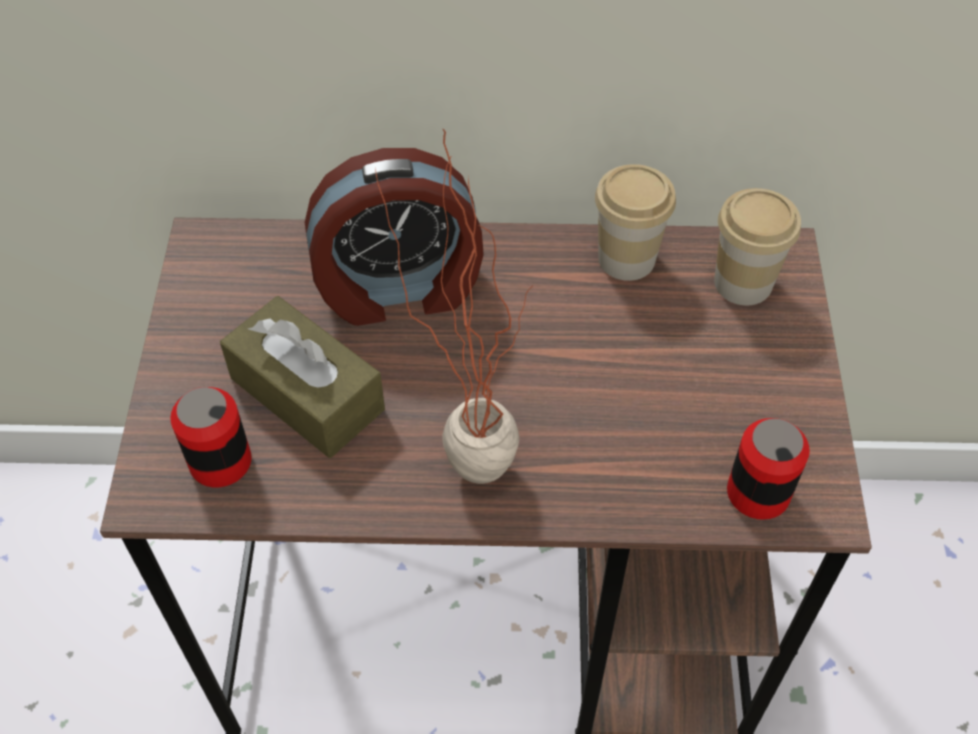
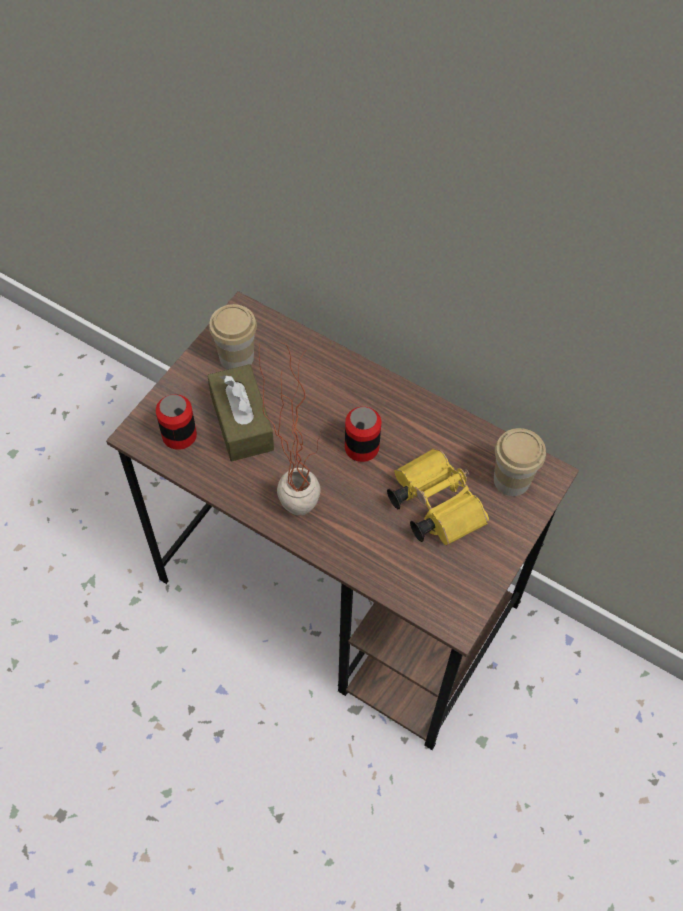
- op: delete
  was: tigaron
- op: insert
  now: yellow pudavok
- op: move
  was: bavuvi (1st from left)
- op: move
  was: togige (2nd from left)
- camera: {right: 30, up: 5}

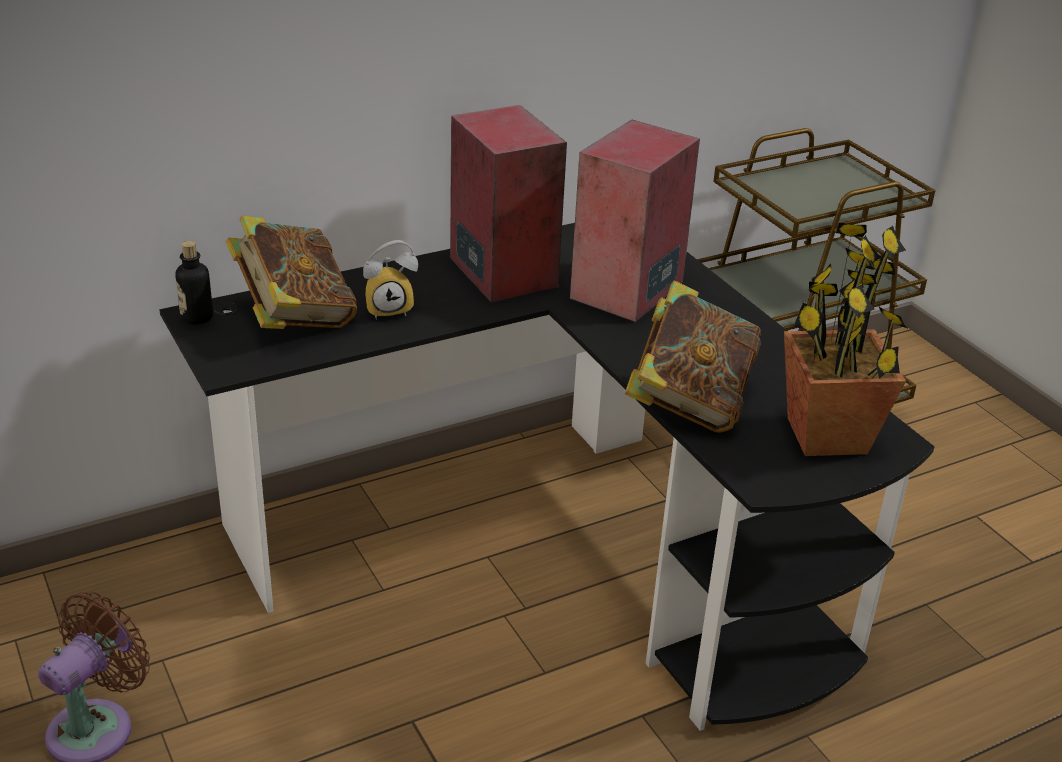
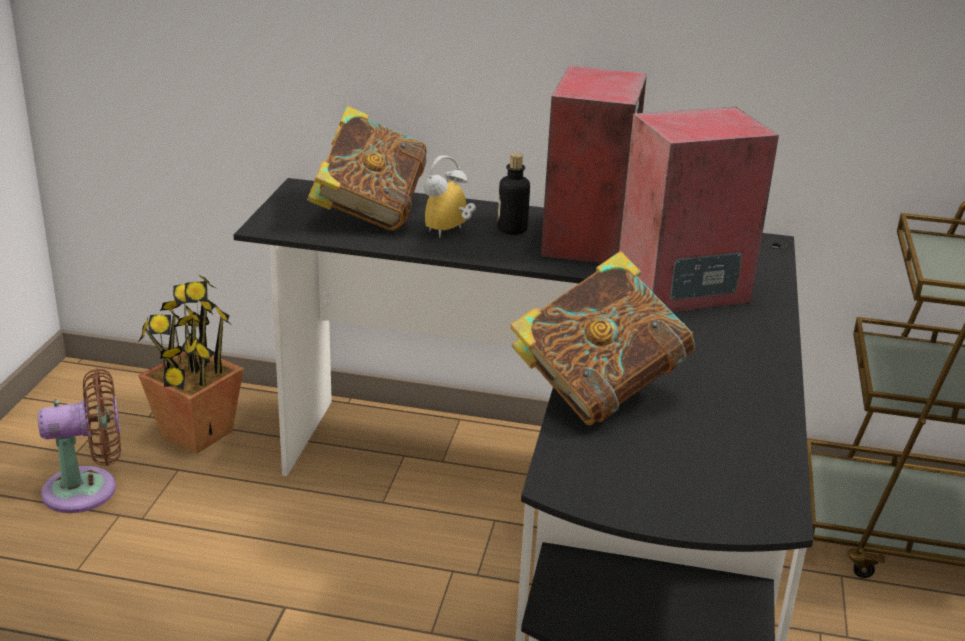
- op: move
  was: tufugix
- op: move
  was: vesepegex
- op: rotate
  was: tigaron
  clockwise: 105
- camera: {right: 40, up: -5}

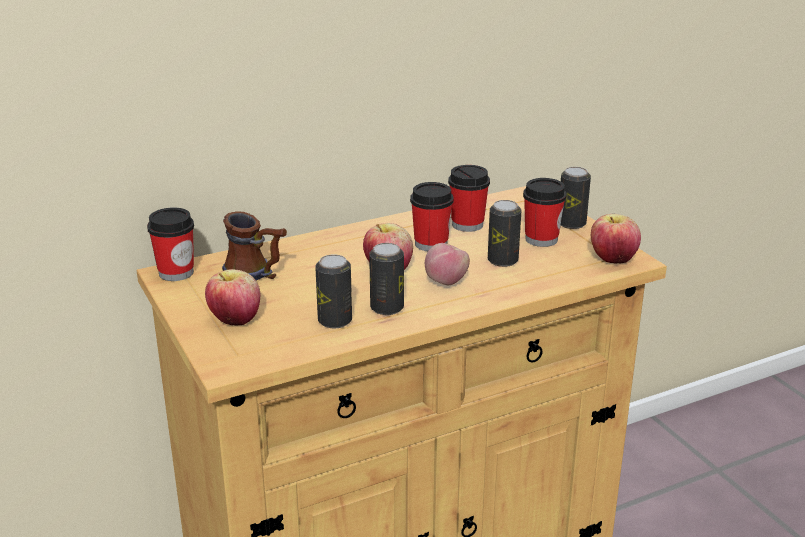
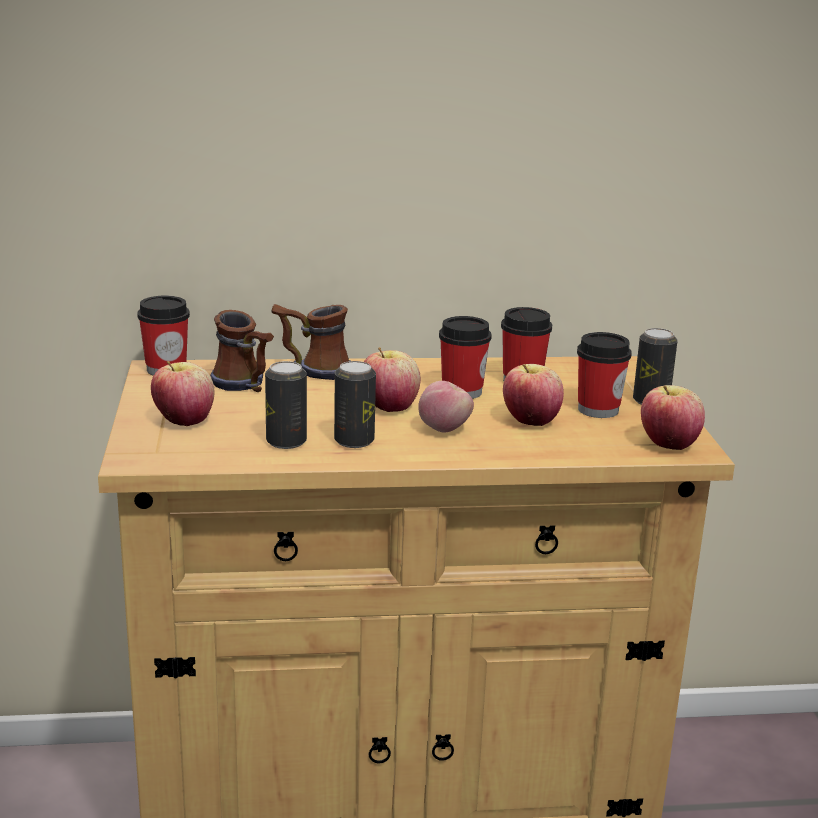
- op: insert
  now: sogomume (2nd from left)
- op: replace
  was: togige (3rd from left)
  now: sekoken (4th from left)
- camera: {right: 20, up: -5}

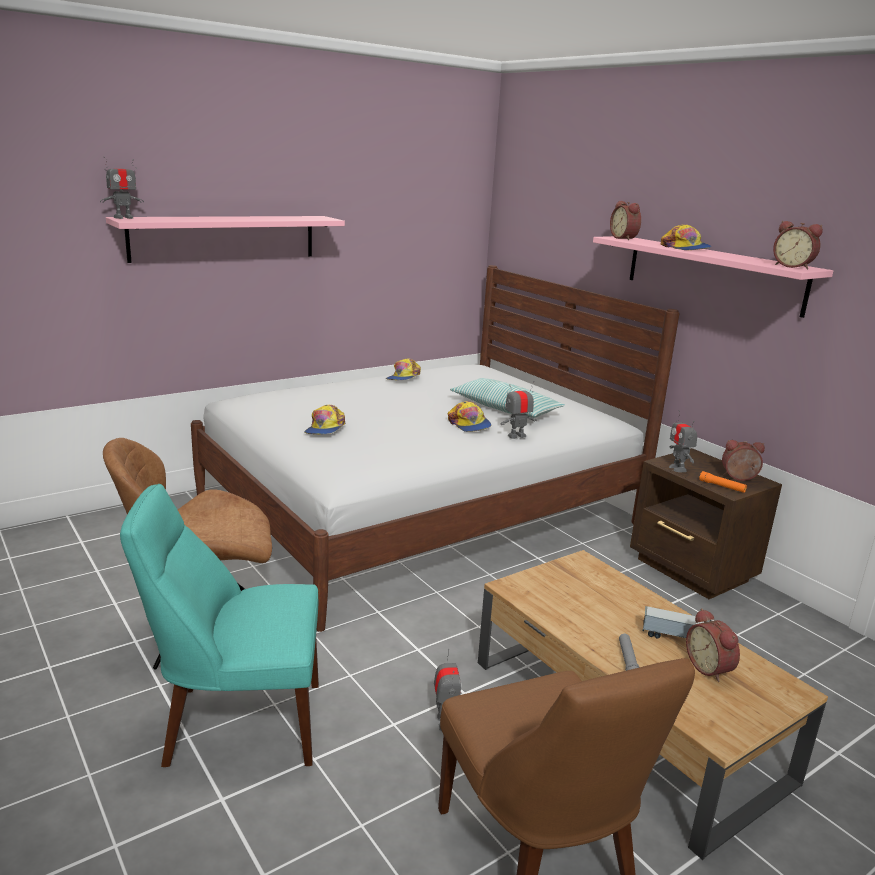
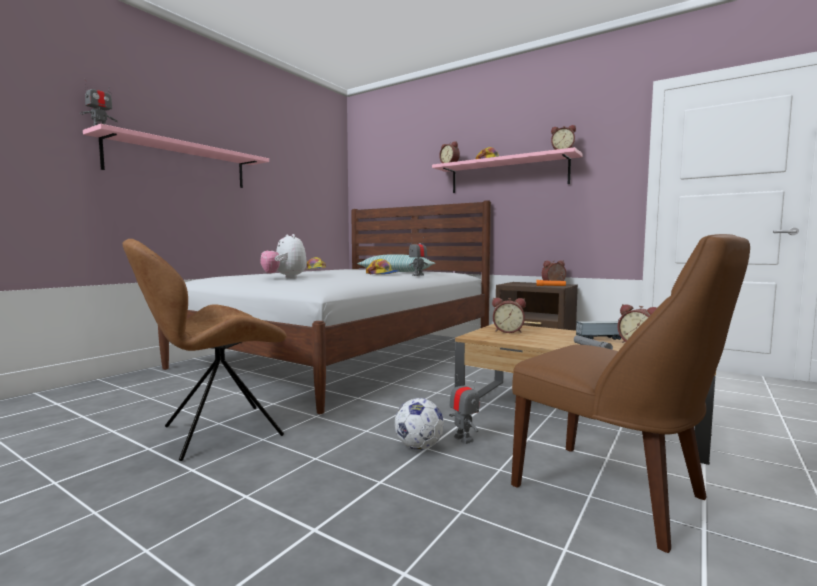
- op: delete
  was: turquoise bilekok
- op: delete
  was: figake (4th from left)
- op: insert
  now: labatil
- op: insert
  now: tigaron (2nd from left)
- op: replace
  was: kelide (1st from left)
  now: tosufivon
- camera: {right: -20, up: -15}

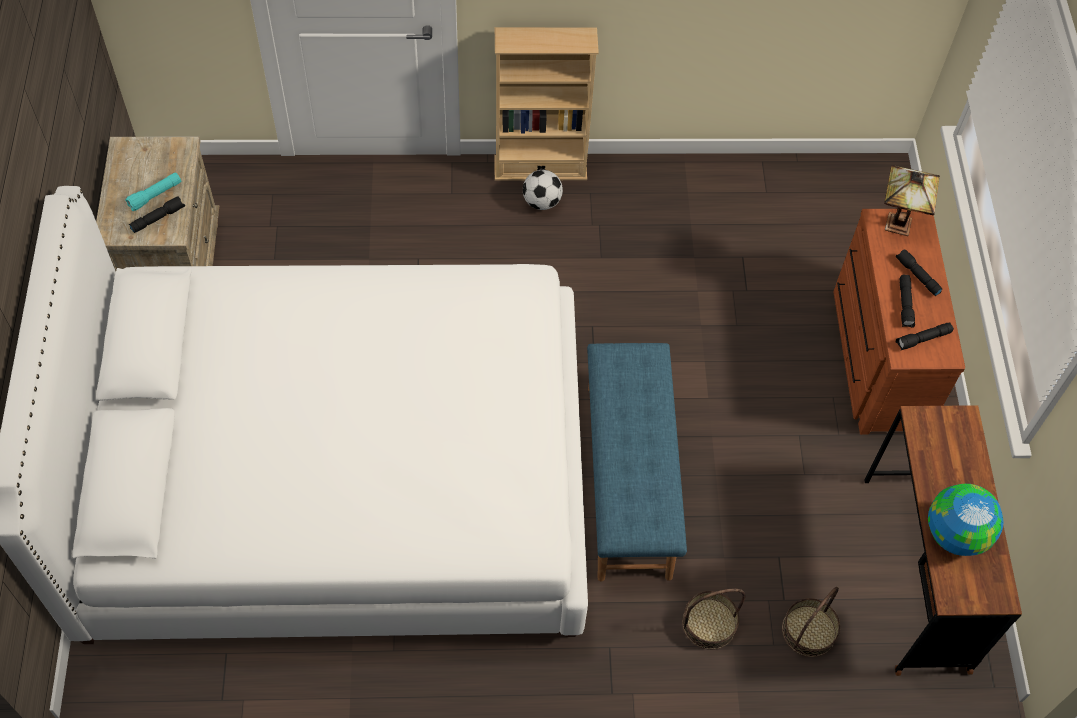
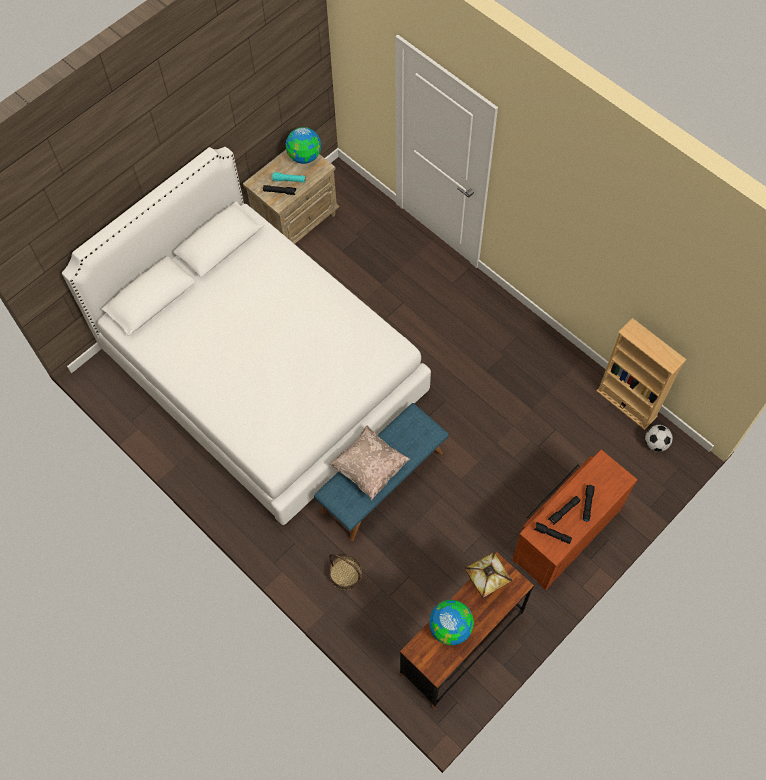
- op: delete
  was: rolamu (2nd from left)
- op: insert
  now: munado (1st from left)
- op: insert
  now: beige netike
- op: move
  was: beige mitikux
- op: move
  was: labatil
- op: move
  was: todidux
- camera: {right: 50, up: 5}

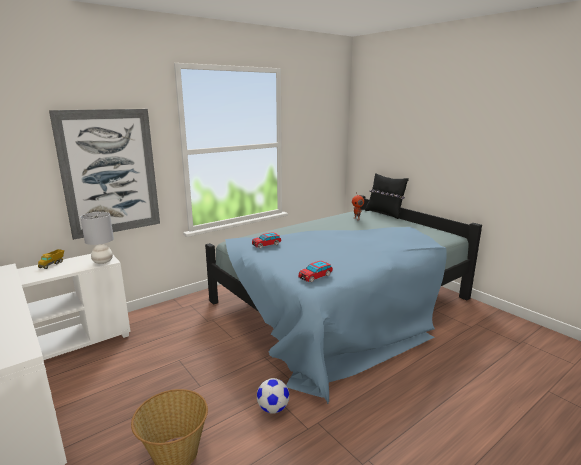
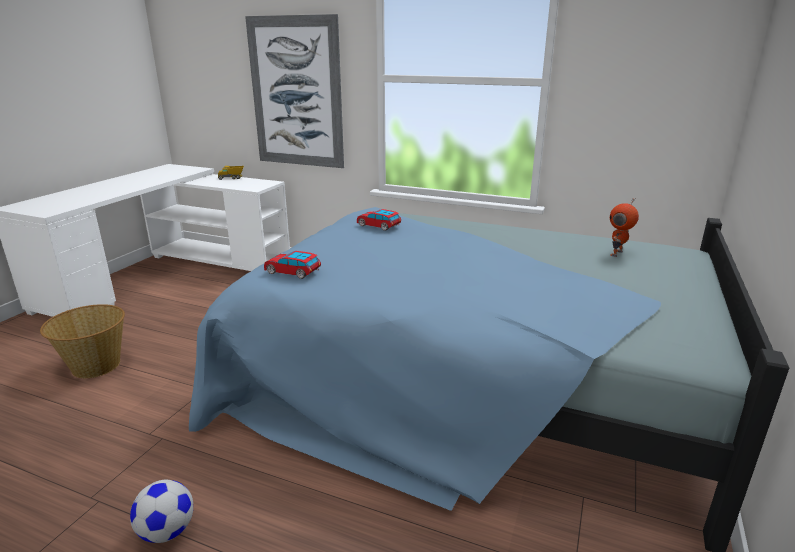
- op: delete
  was: grey todidux
- op: delete
  was: black netike
- op: move
  was: labatil
- camera: {right: 60, up: 5}

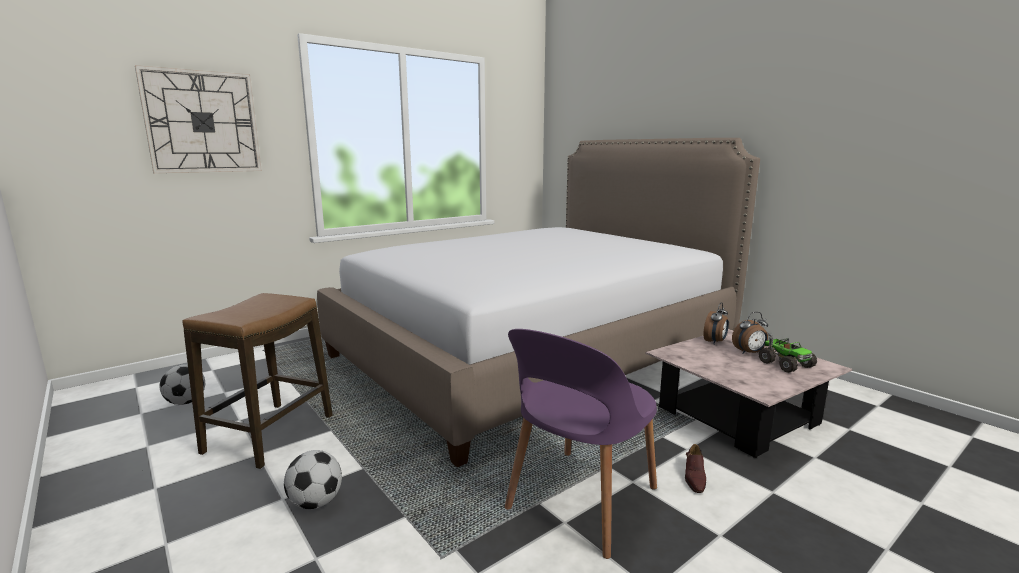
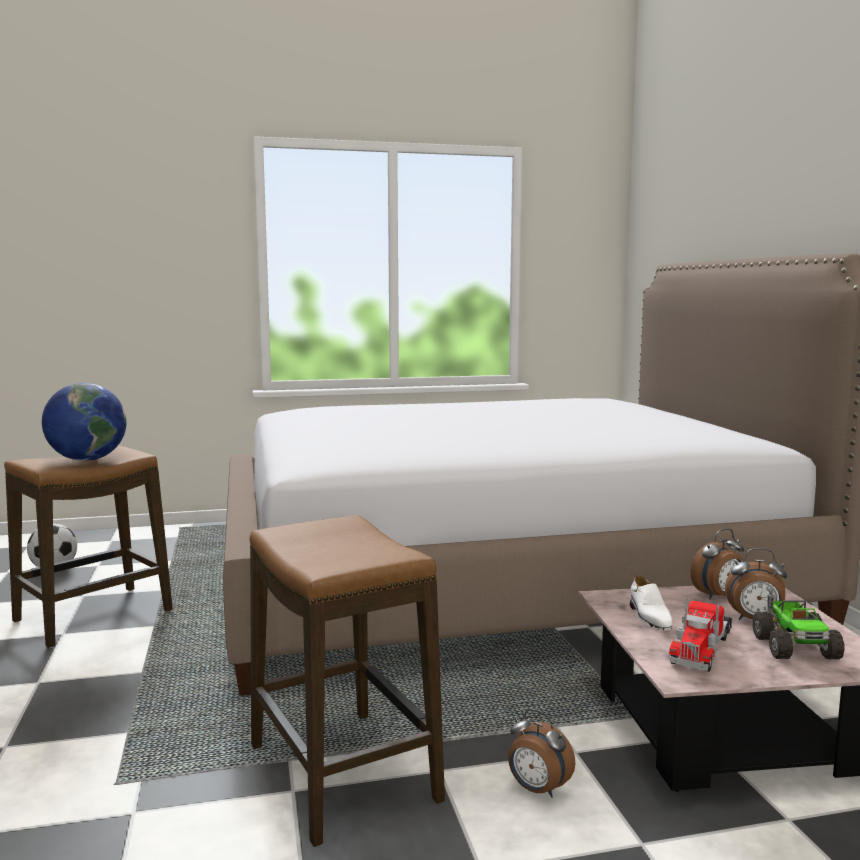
- op: delete
  was: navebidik
- op: delete
  was: labatil (2nd from left)
- op: insert
  now: munado
- op: insert
  now: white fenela
- op: insert
  now: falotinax (1st from left)
- op: replace
  was: purple bilekok
  now: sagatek (2nd from left)
- op: replace
  was: brown fenela
  now: tigaron (1st from left)
- camera: {right: 25, up: -5}

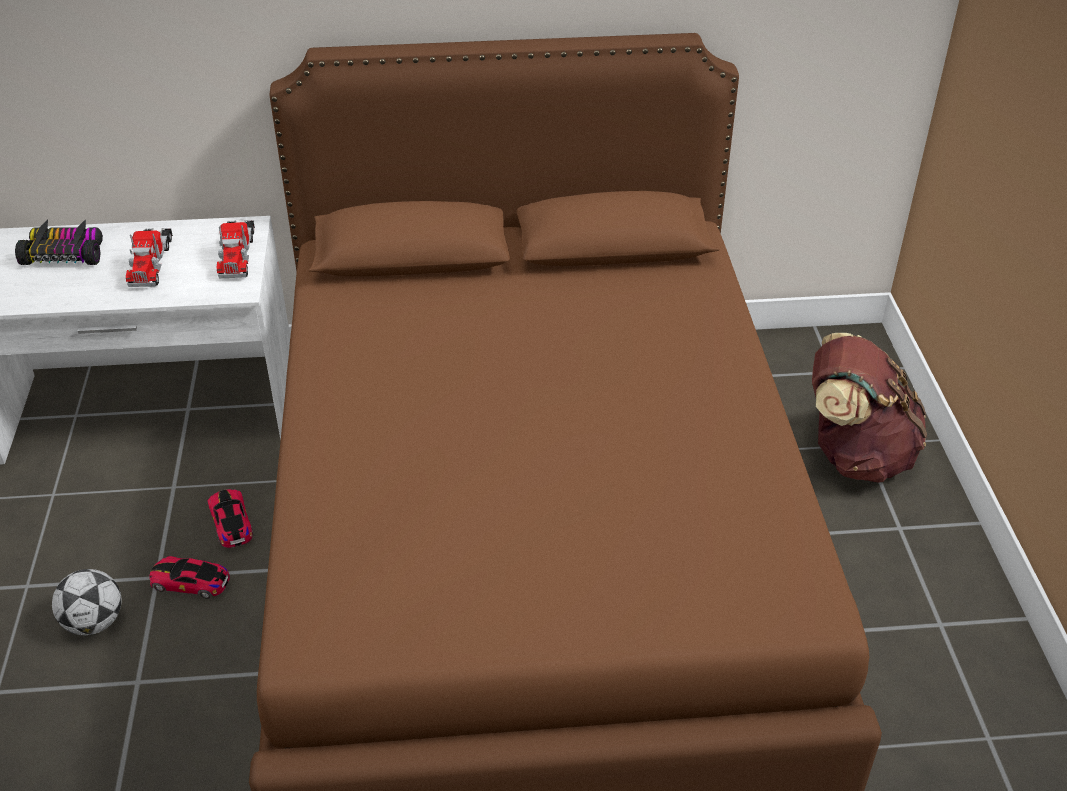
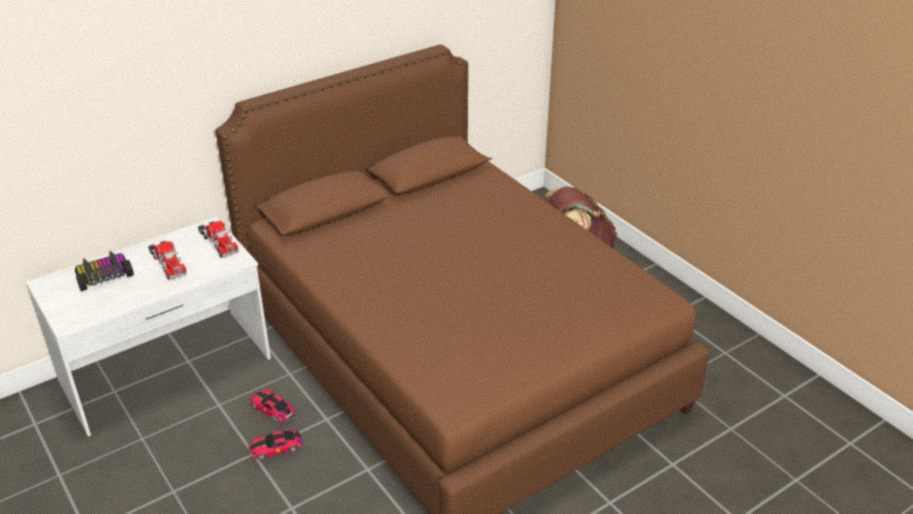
- op: delete
  was: labatil
- camera: {right: -30, up: -5}

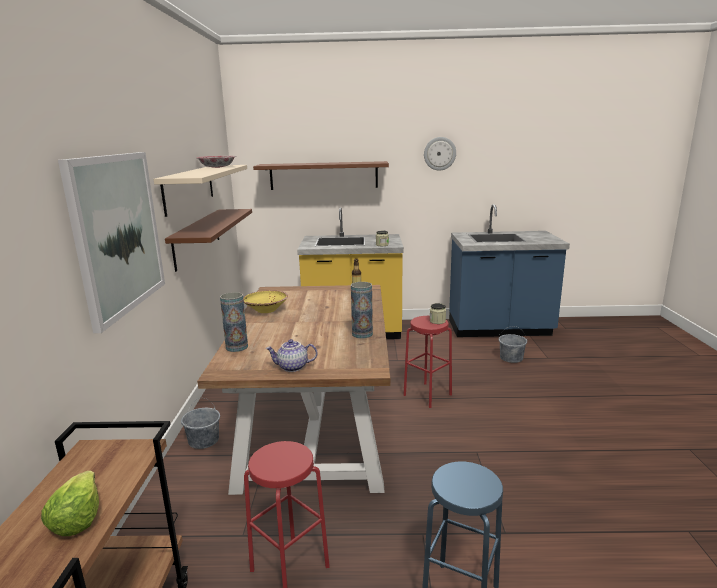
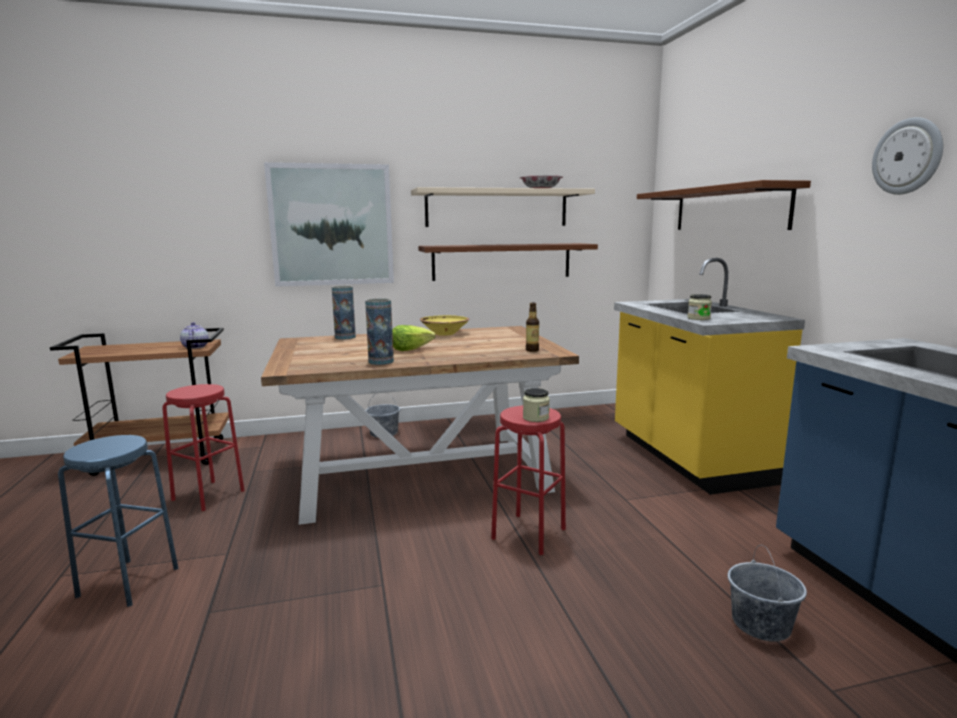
- op: move
  was: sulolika
- op: move
  was: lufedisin
- camera: {right: 75, up: -5}

